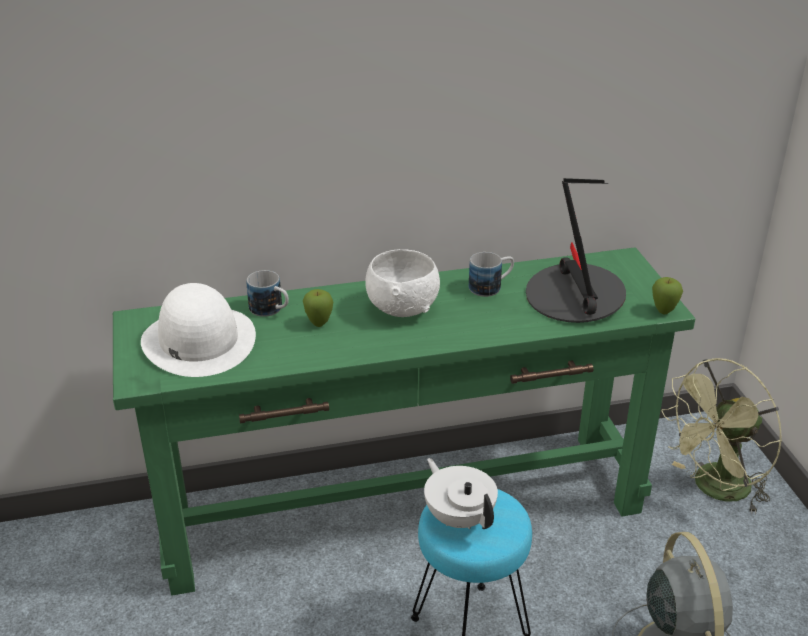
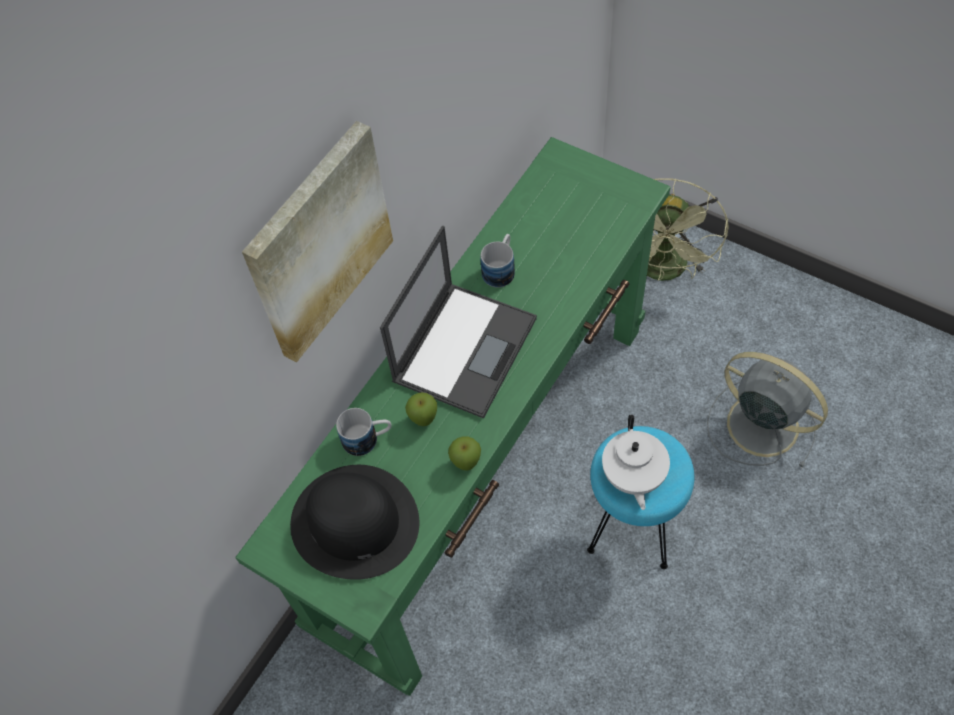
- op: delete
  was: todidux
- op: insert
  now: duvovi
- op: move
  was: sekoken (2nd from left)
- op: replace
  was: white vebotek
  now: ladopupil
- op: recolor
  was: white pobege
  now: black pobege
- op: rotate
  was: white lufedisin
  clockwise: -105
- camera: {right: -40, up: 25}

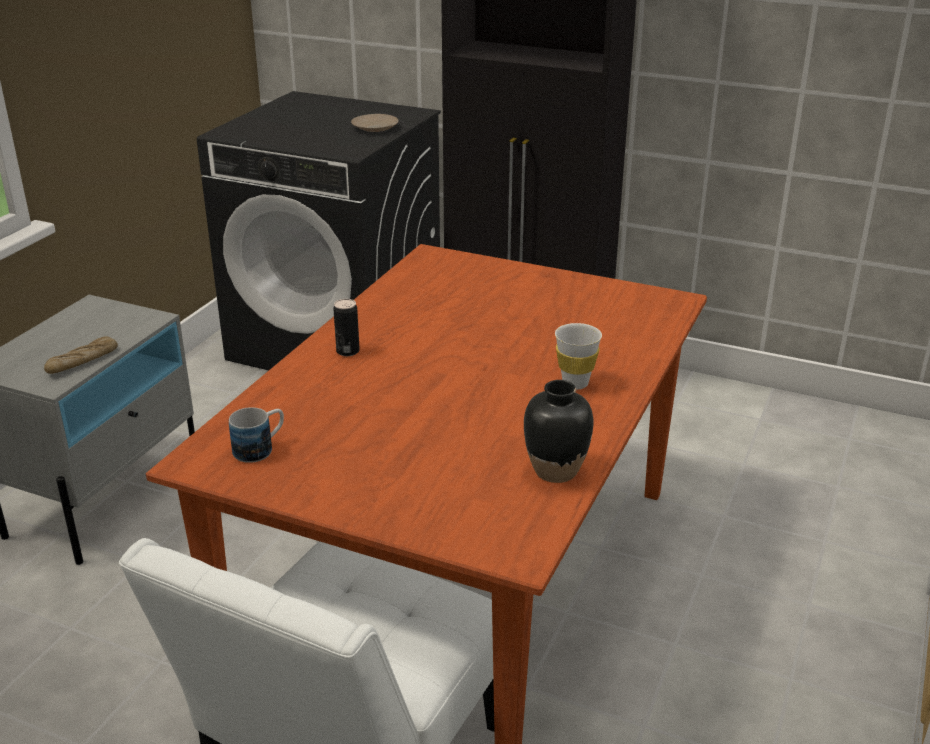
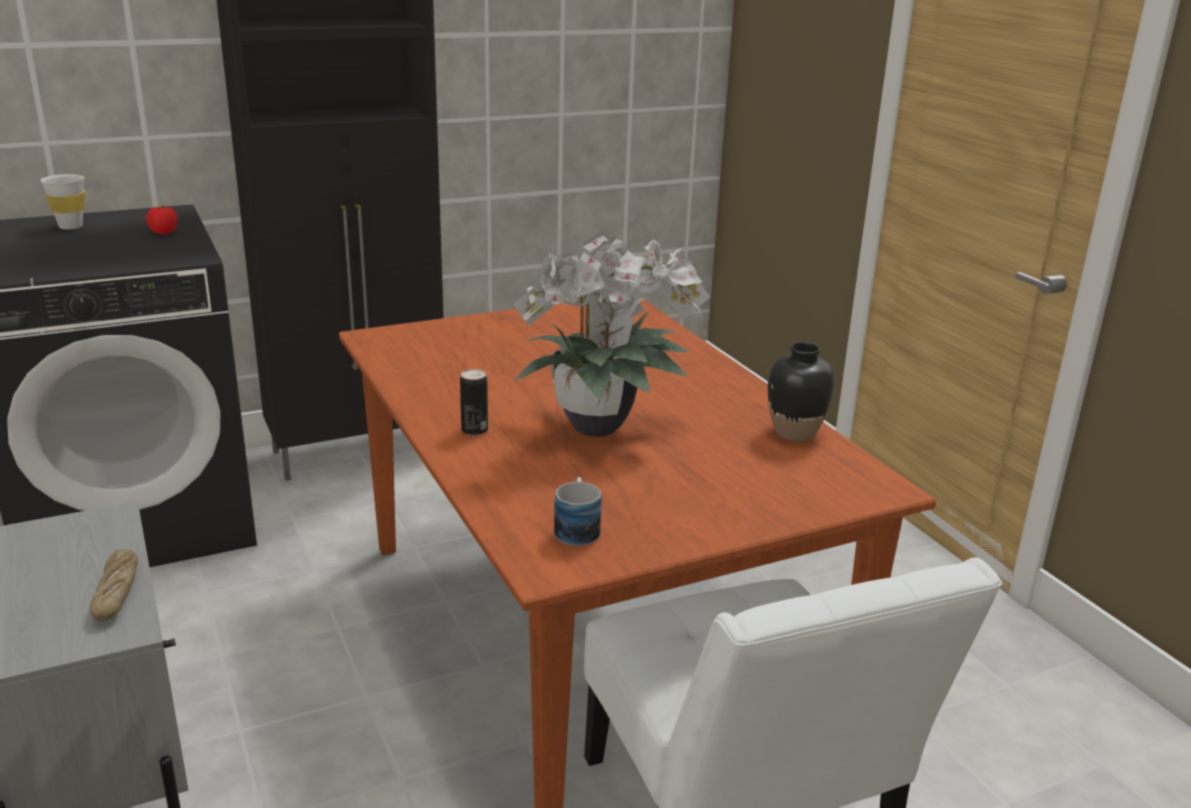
- op: insert
  now: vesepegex
- op: move
  was: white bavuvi
- op: replace
  was: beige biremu
  now: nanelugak
- camera: {right: -50, up: -5}

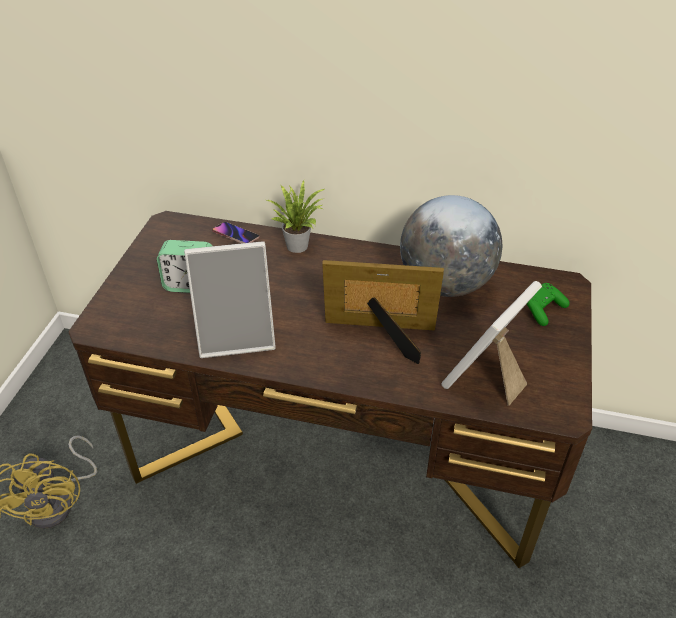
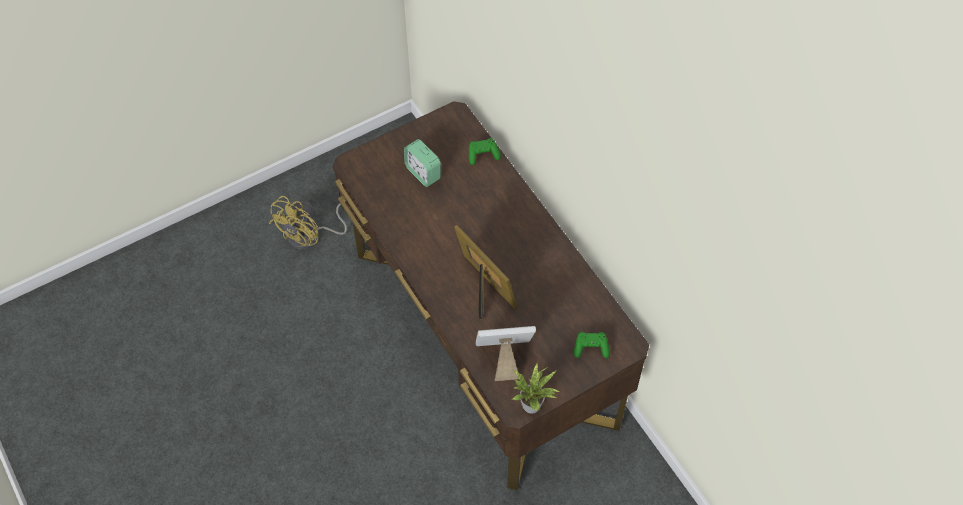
- op: delete
  was: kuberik (1st from left)
- op: delete
  was: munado
- op: move
  was: vesepegex
- op: replace
  was: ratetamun
  now: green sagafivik (1st from left)
- camera: {right: 45, up: 15}

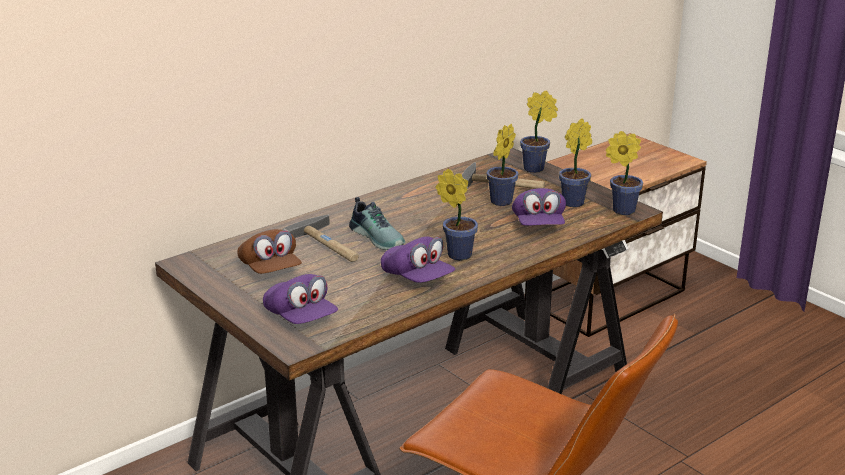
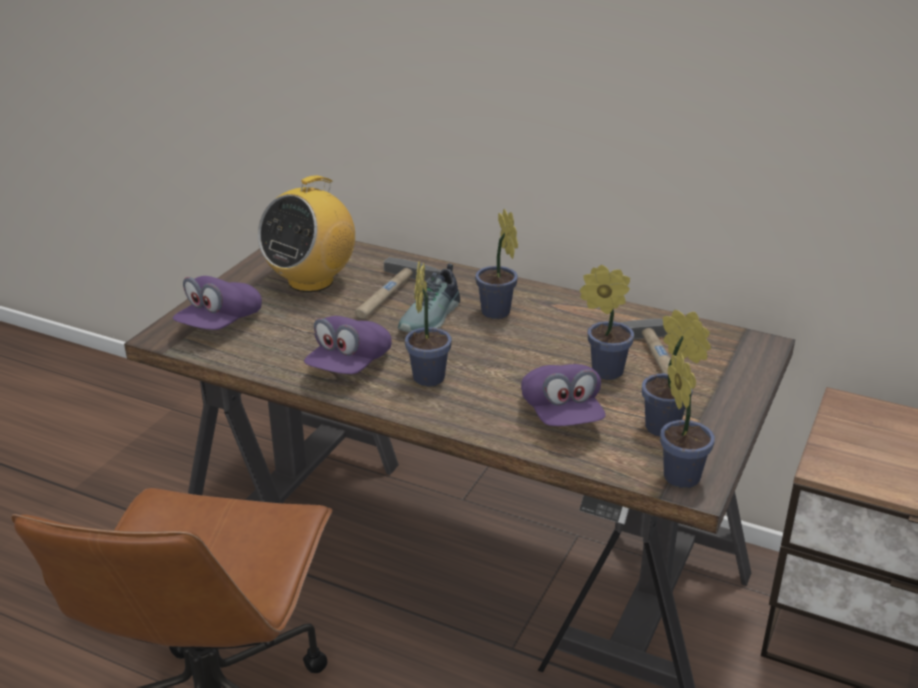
- op: move
  was: vesepegex (3rd from left in the first image)
  now: vesepegex (2nd from left)
- op: replace
  was: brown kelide
  now: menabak
- op: rotate
  was: purple kelide (3rd from left)
  clockwise: -75
- camera: {right: 65, up: 5}

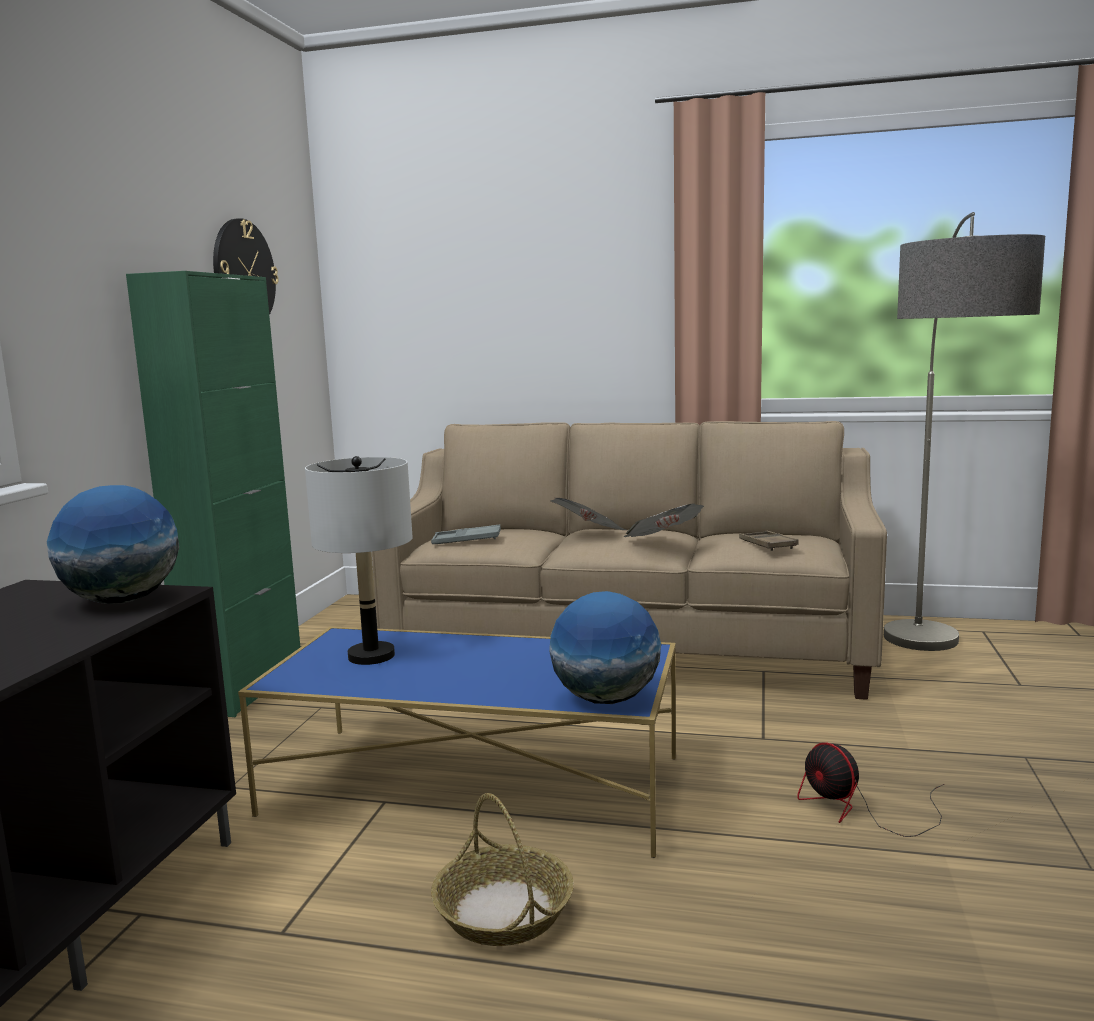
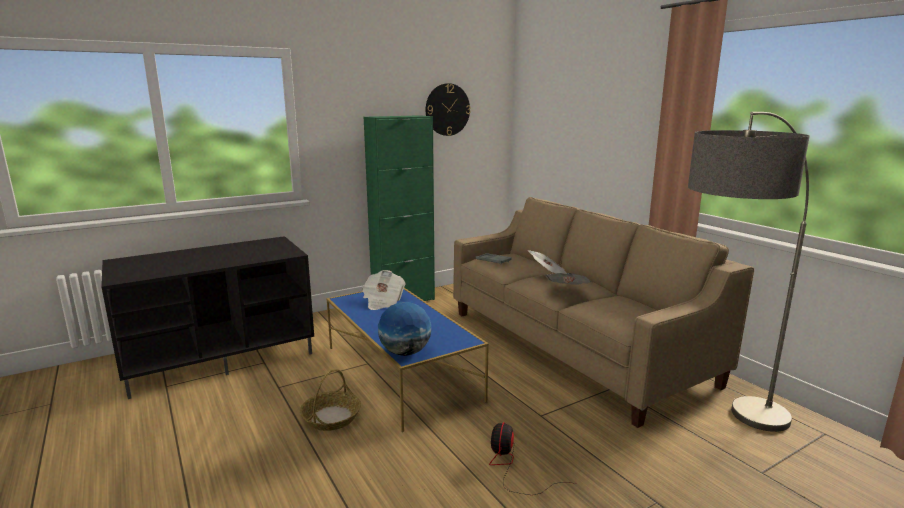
- op: delete
  was: munado (1st from left)
- op: delete
  was: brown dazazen
- op: replace
  was: grey todidux
  now: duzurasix (1st from left)
- camera: {right: 45, up: 5}

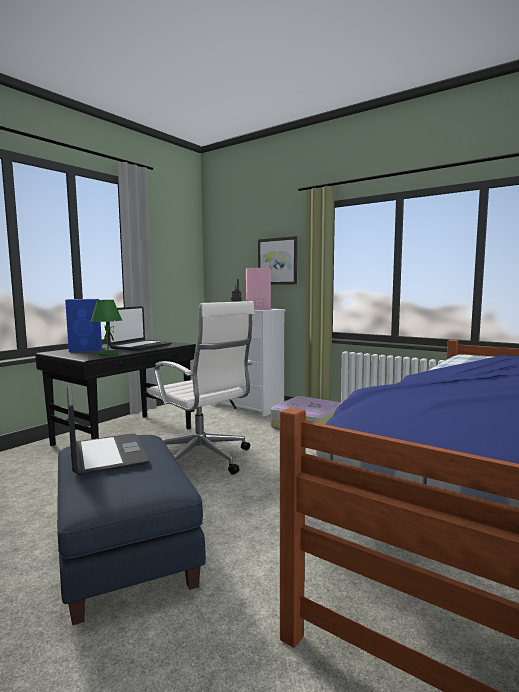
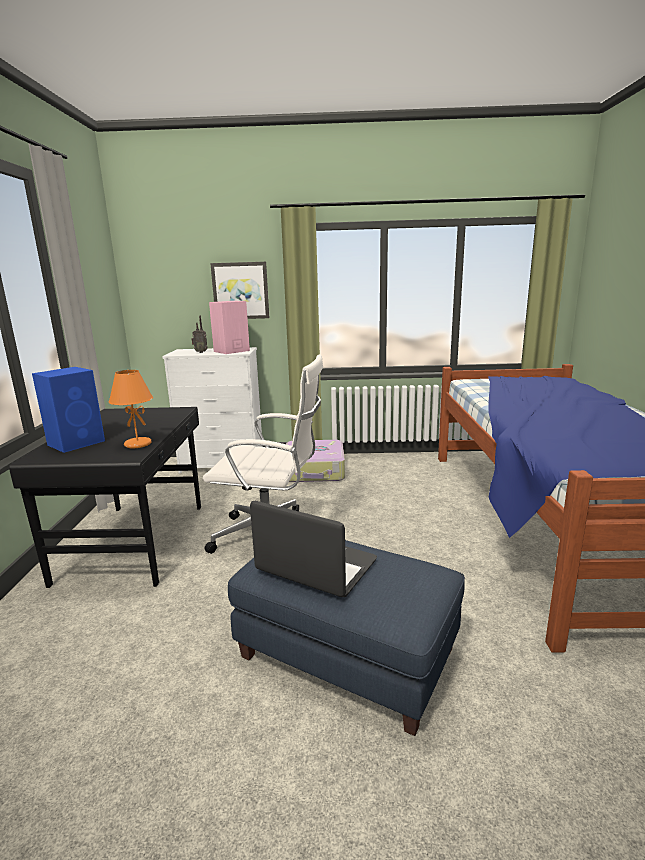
- op: delete
  was: ladopupil (2nd from left)
- op: recolor
  was: green todidux
  now: orange todidux
- camera: {right: -35, up: 10}

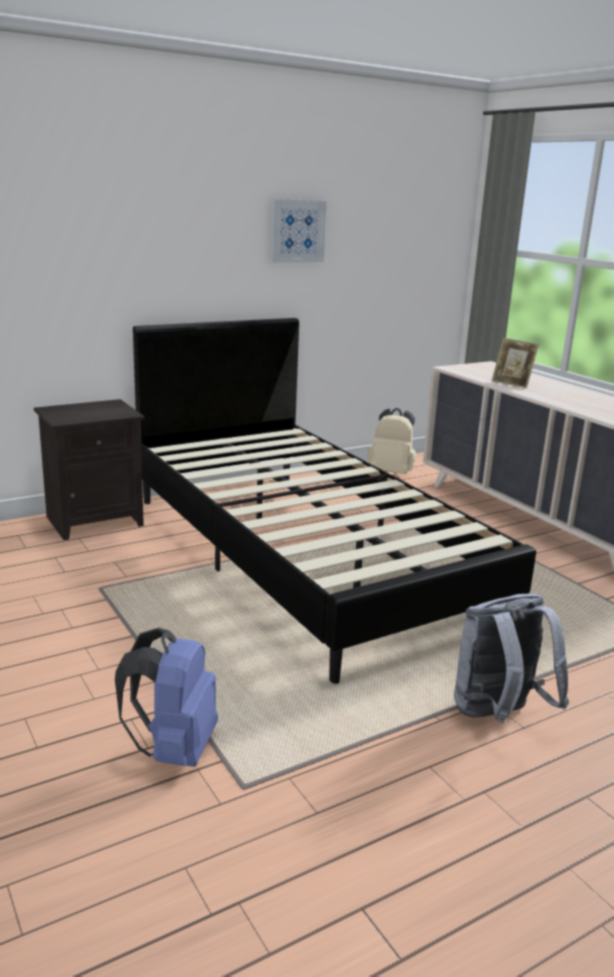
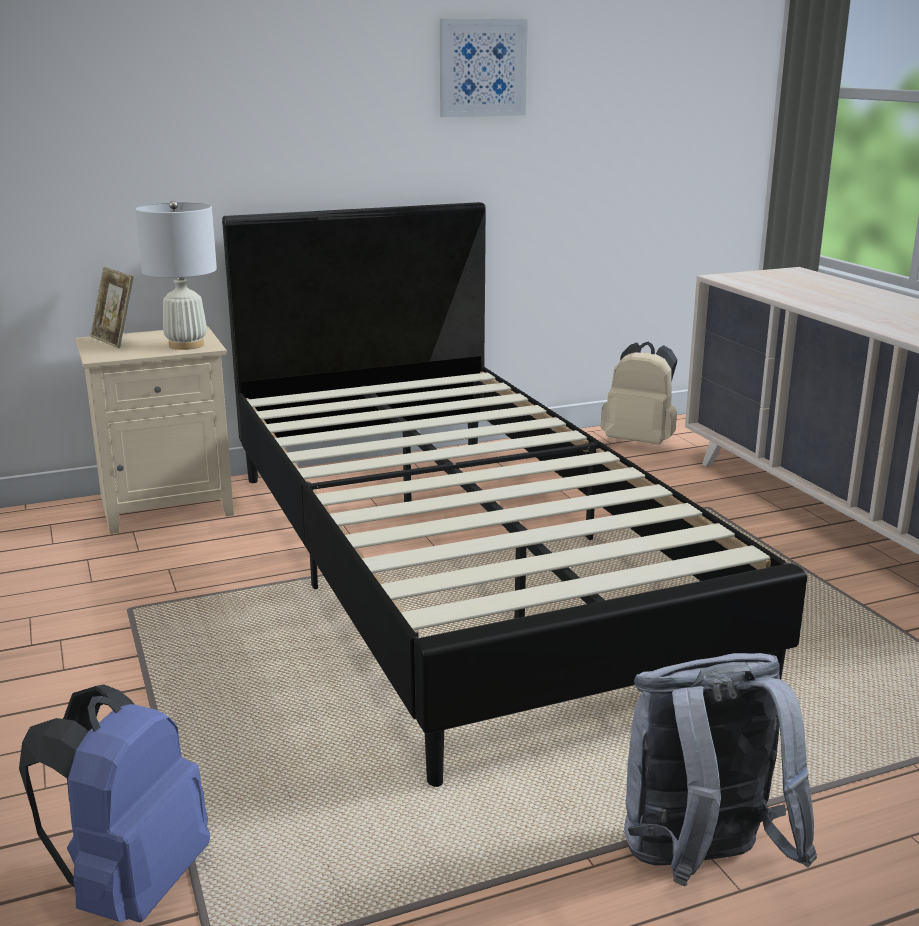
- op: insert
  now: white todidux
- op: move
  was: kuberik
- op: recolor
  was: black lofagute
  now: beige lofagute
- camera: {right: 10, up: 0}

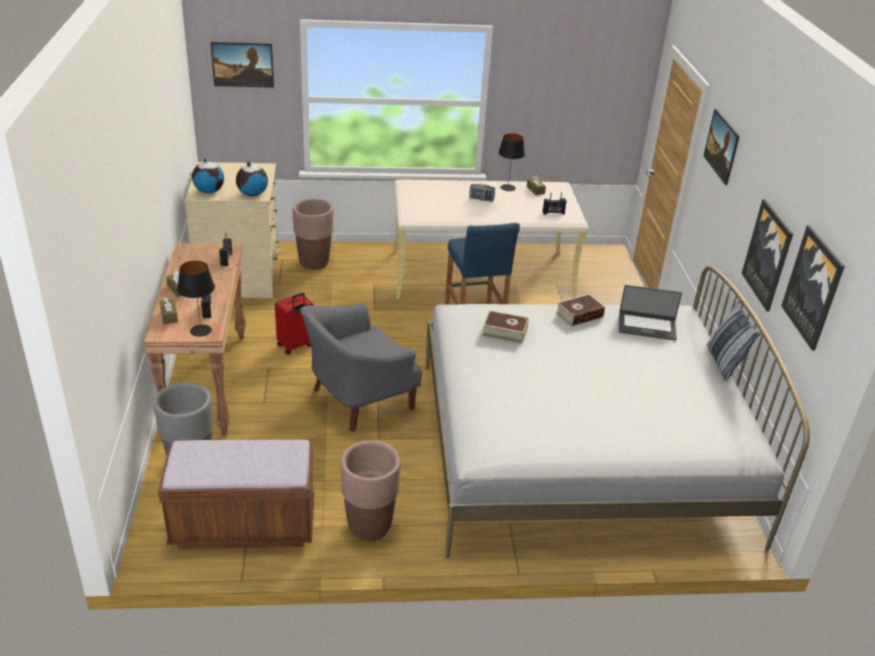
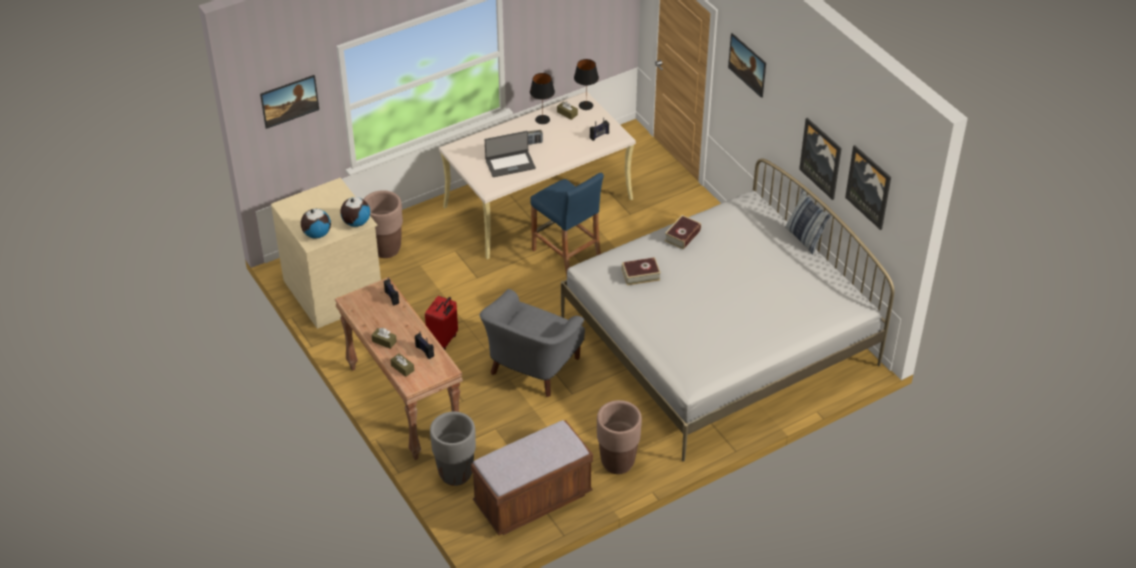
- op: move
  was: black todidux (1st from left in the first image)
  now: black todidux (2nd from left)
- op: move
  was: ladopupil
- camera: {right: -25, up: 10}

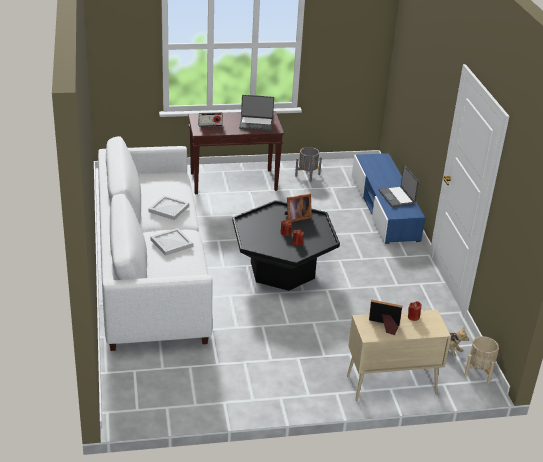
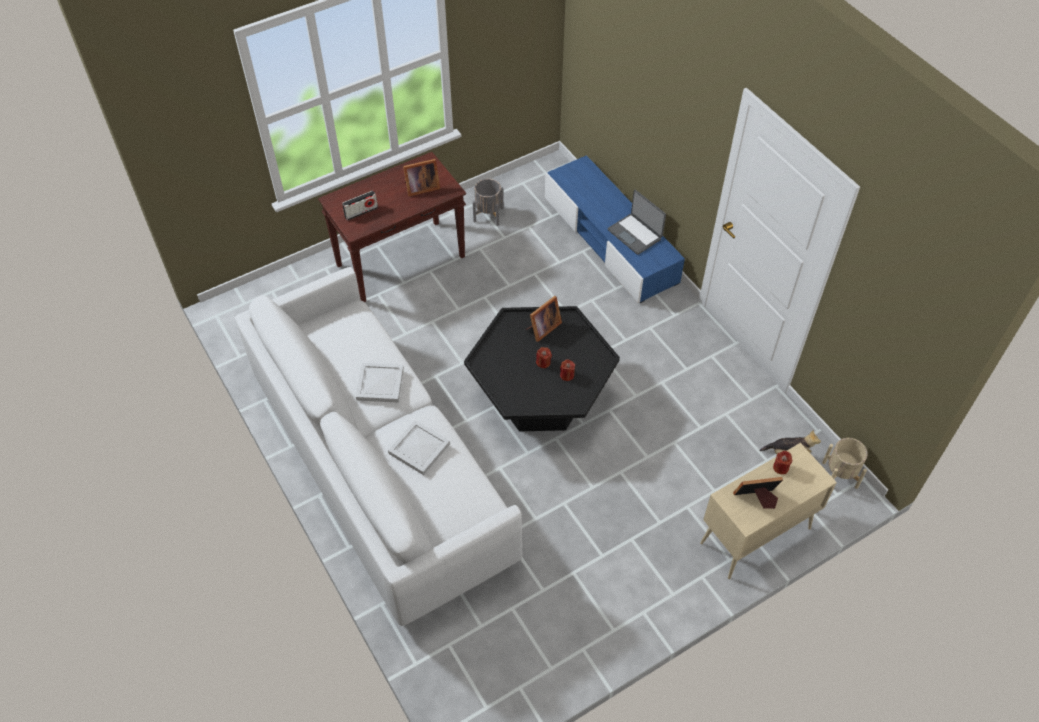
- op: replace
  was: ladopupil (1st from left)
  now: kuberik (1st from left)
- camera: {right: -20, up: 20}

